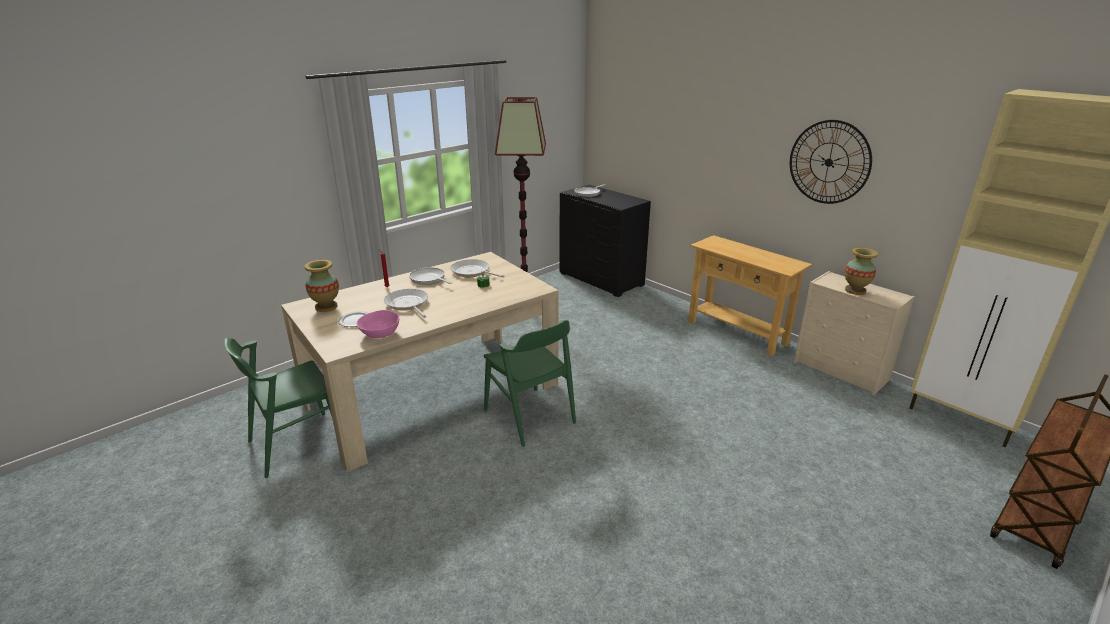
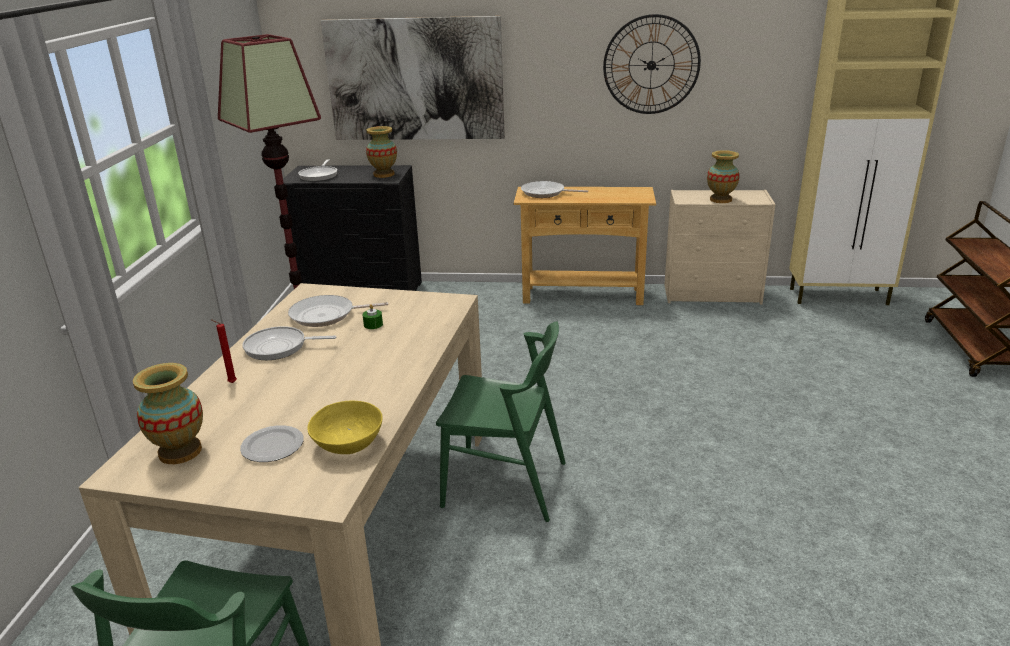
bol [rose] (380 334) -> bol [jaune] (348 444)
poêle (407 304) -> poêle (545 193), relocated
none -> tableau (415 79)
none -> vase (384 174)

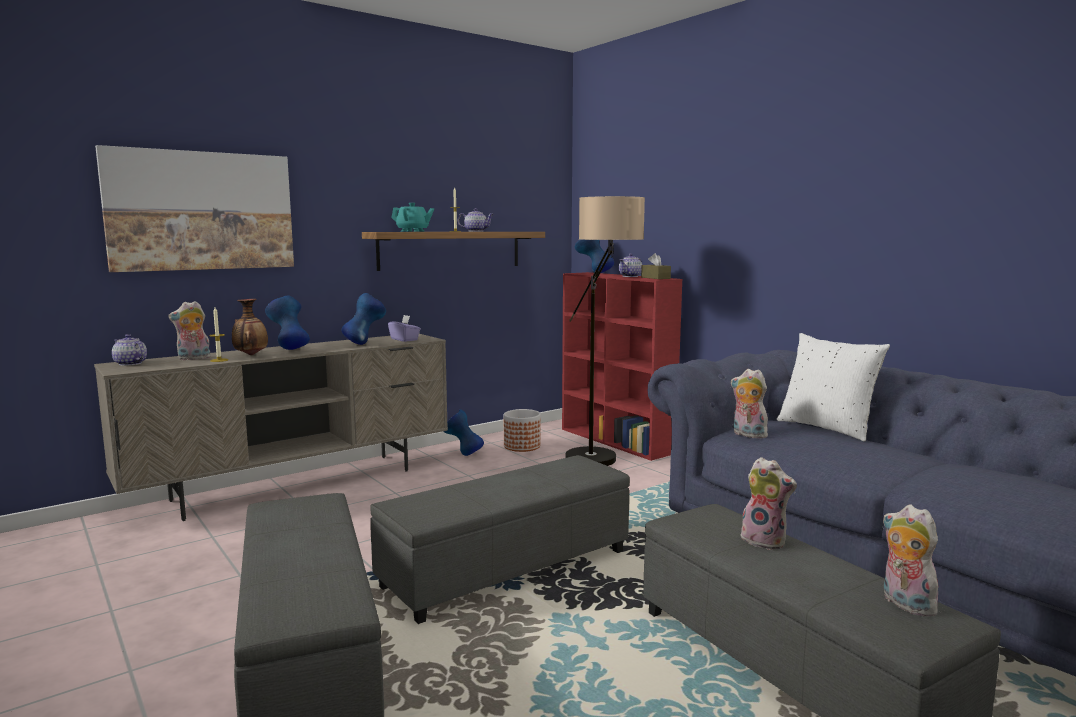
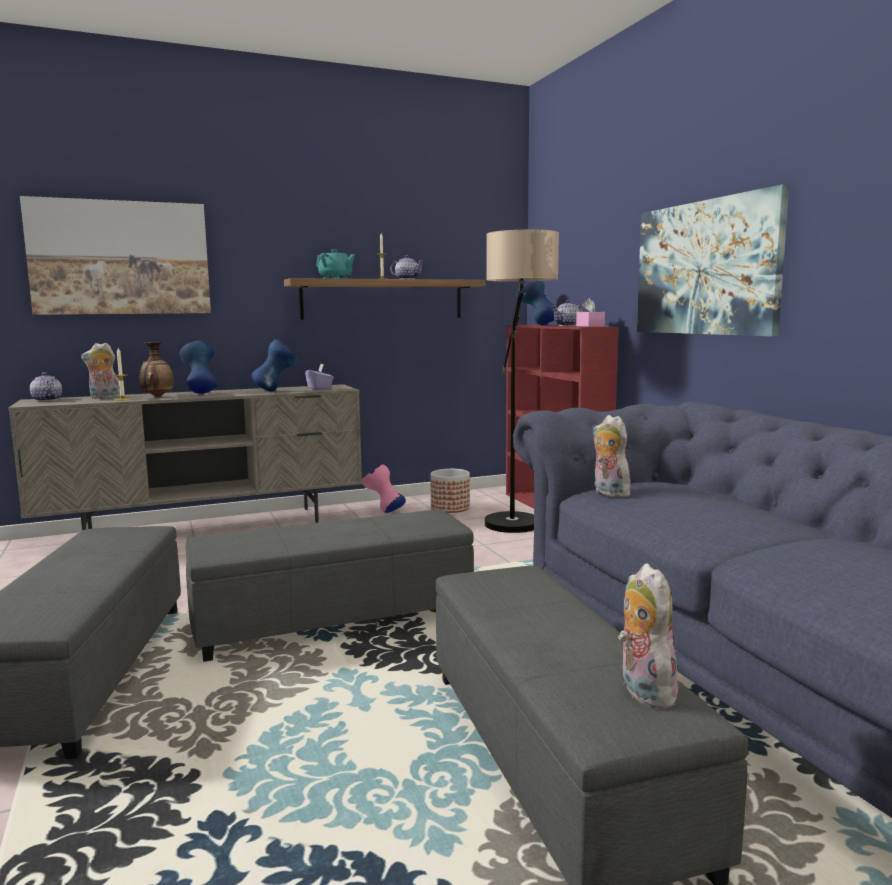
vase [bleu] (462 454) -> vase [rose] (383 511)
boîte à mouchoirs [marron] (655 278) -> boîte à mouchoirs [rose] (589 326)
peluche (765 541) -> none
coussin [blanc] (827 428) -> none
none -> tableau (705 268)

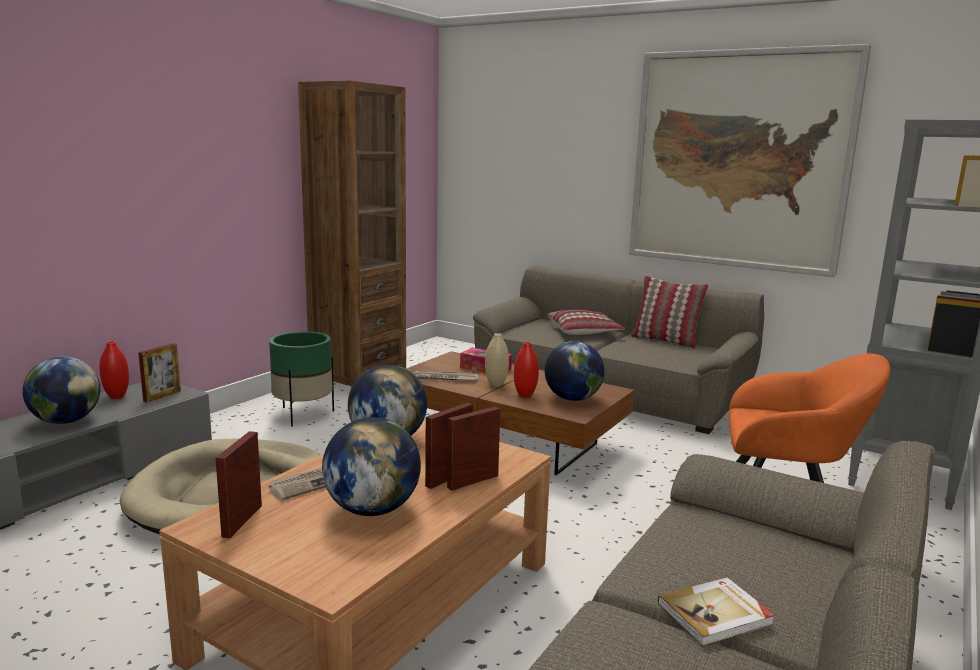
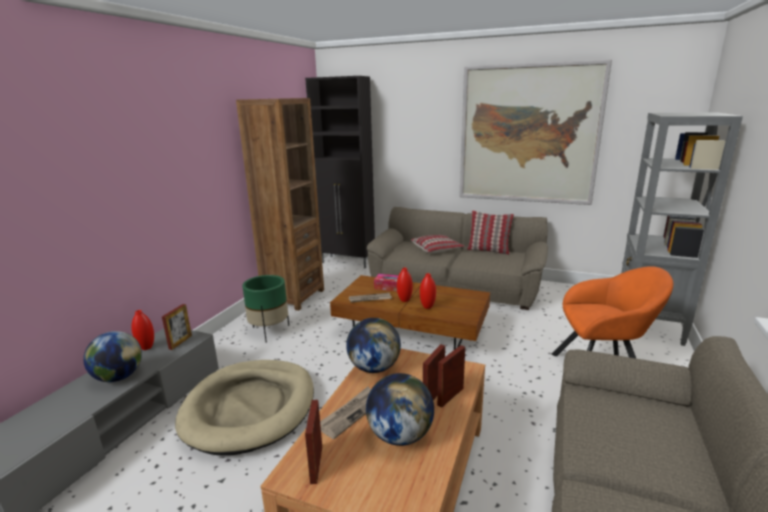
vase [beige] (496 385) -> vase [rouge] (404 300)
globe (572 399) -> none
livre (716 614) -> none
none -> meuble de rangement [noir] (348 262)

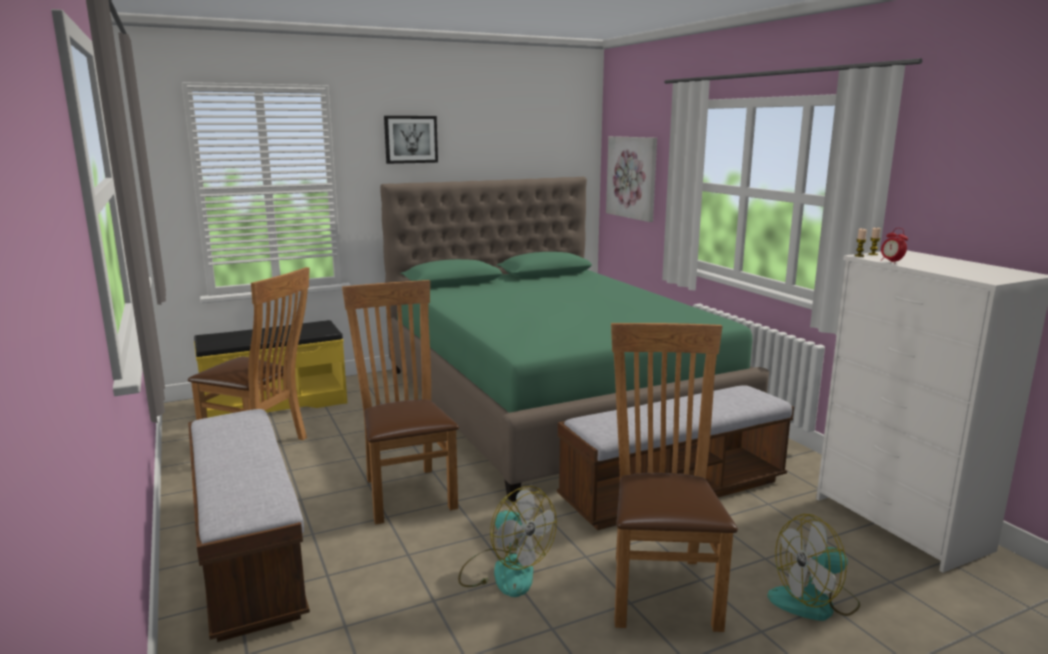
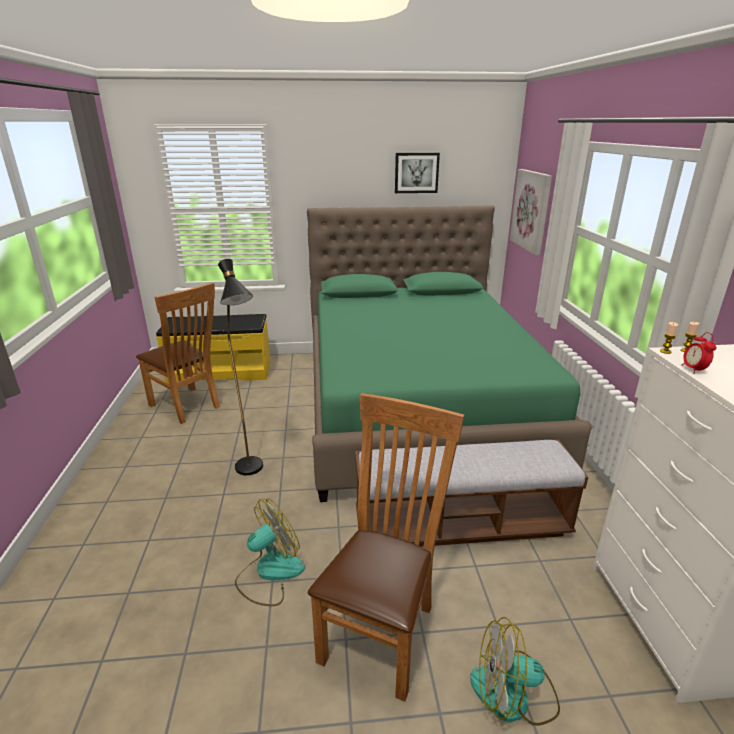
banc (247 553) -> none
chaise [marron] (406 491) -> lampadaire [noir] (252 472)
tableau (410 139) -> tableau (416 173), relocated
ventilateur (504 571) -> ventilateur (269 573), 105 degrees counterclockwise

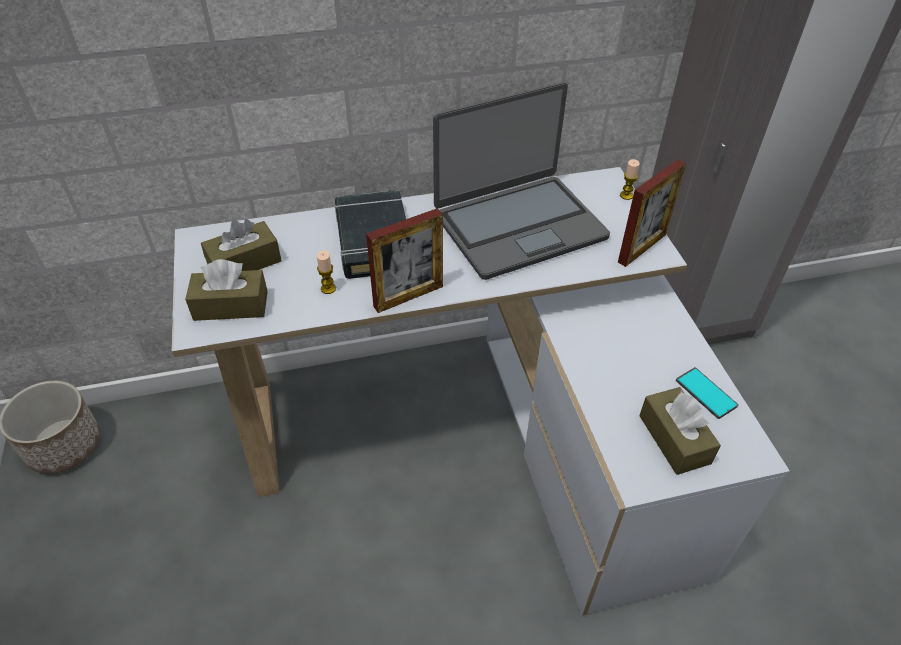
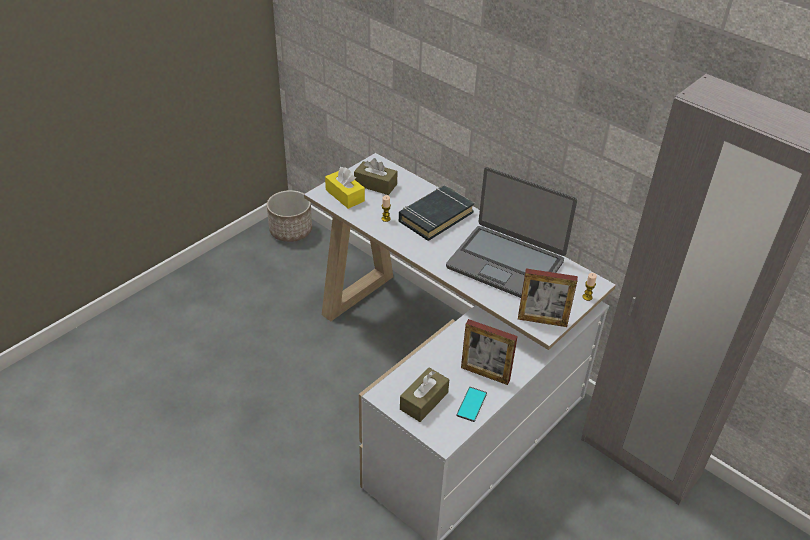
boîte à mouchoirs [marron] (231 306) -> boîte à mouchoirs [jaune] (345 195)
cadre photo (408 296) -> cadre photo (485 374), relocated

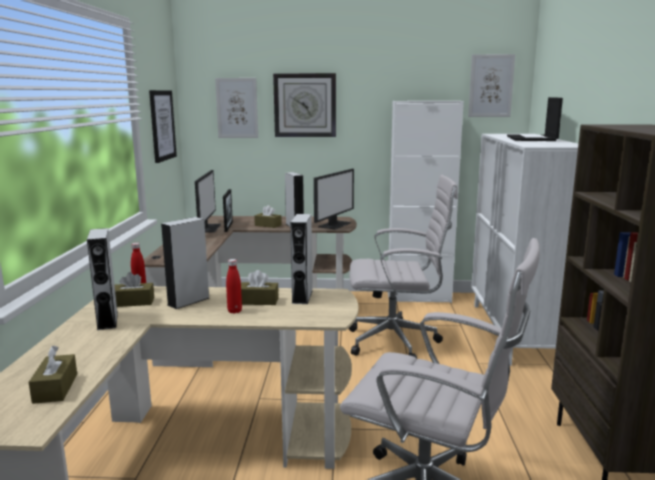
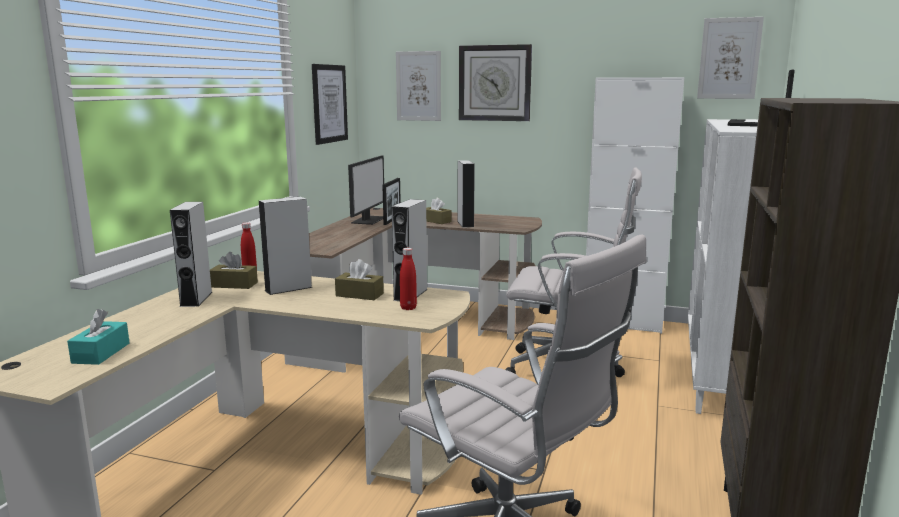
boîte à mouchoirs [marron] (55 388) -> boîte à mouchoirs [turquoise] (101 353)
bouteille [rouge] (234 311) -> bouteille [rouge] (408 308), relocated
écran d'ordinateur (334 224) -> none

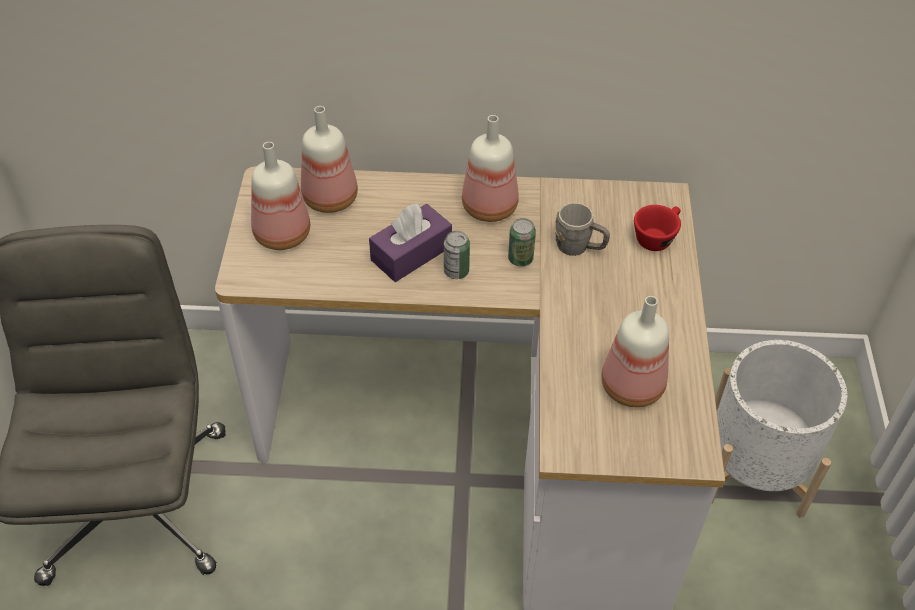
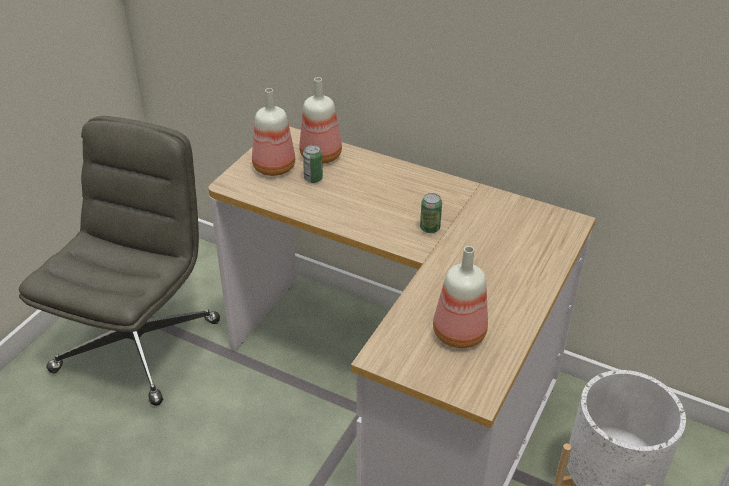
boîte à mouchoirs [violet] (411 253) -> none
boîte métallique (456 271) -> boîte métallique (313 178), relocated
bouteille (489 206) -> none
mug [gris] (579 247) -> none
tasse [rouge] (656 237) -> none

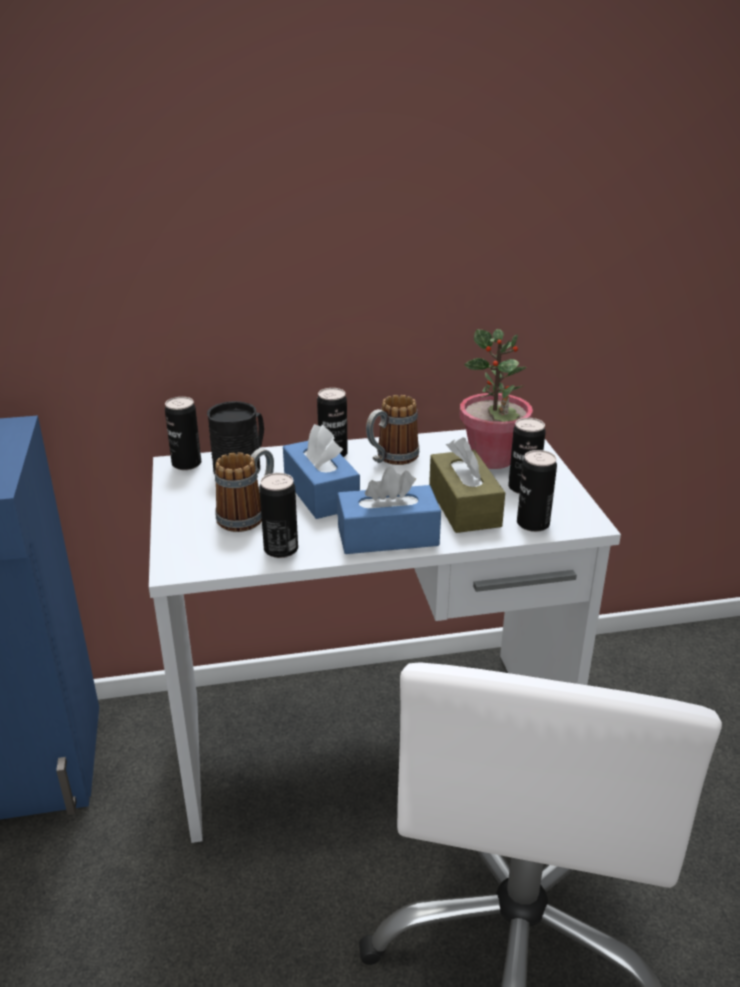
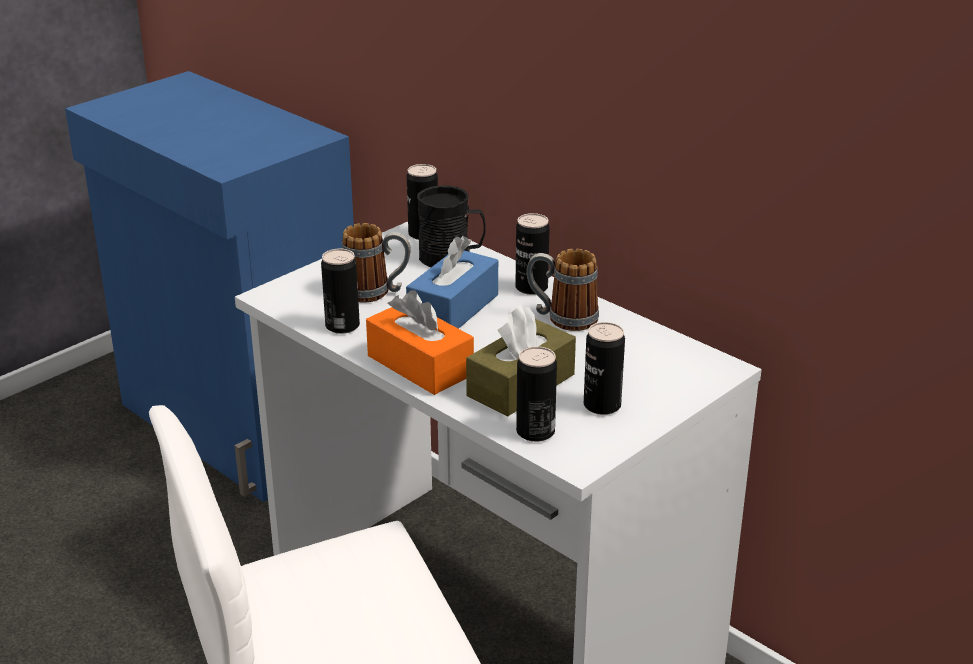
boîte à mouchoirs [bleu] (388 536) -> boîte à mouchoirs [orange] (420 365)
plante en pot (492 459) -> none

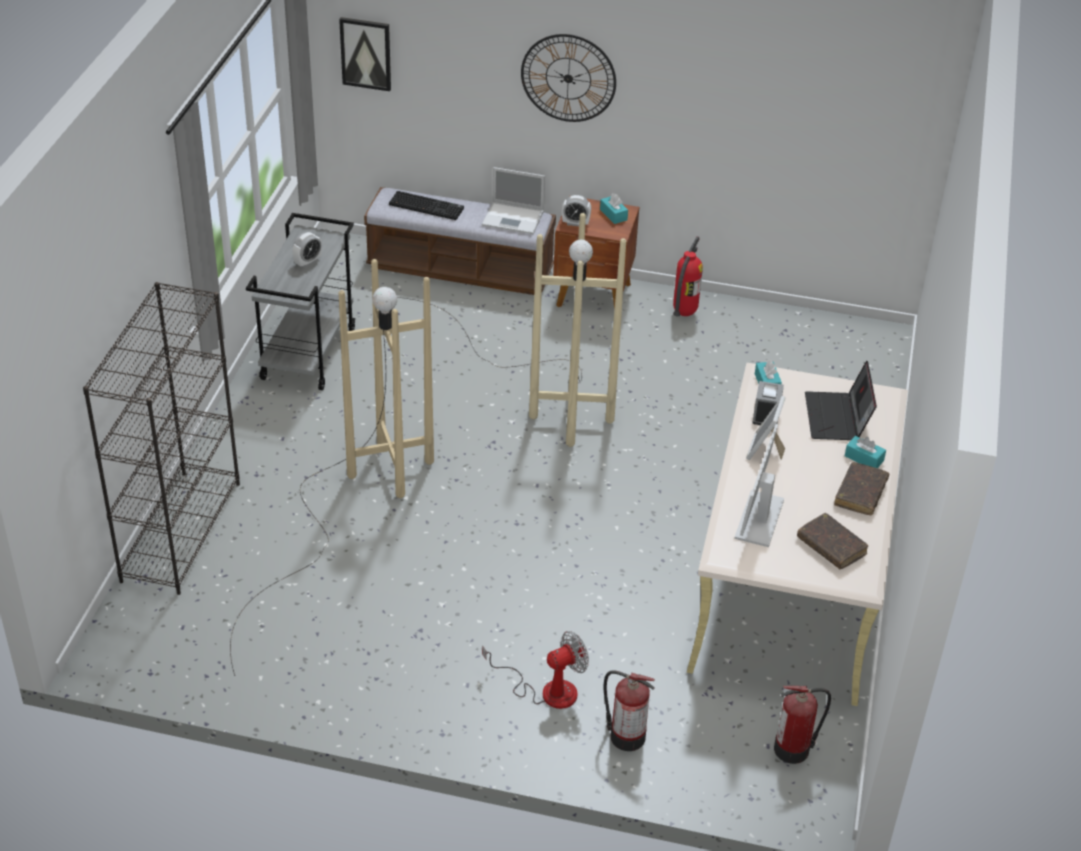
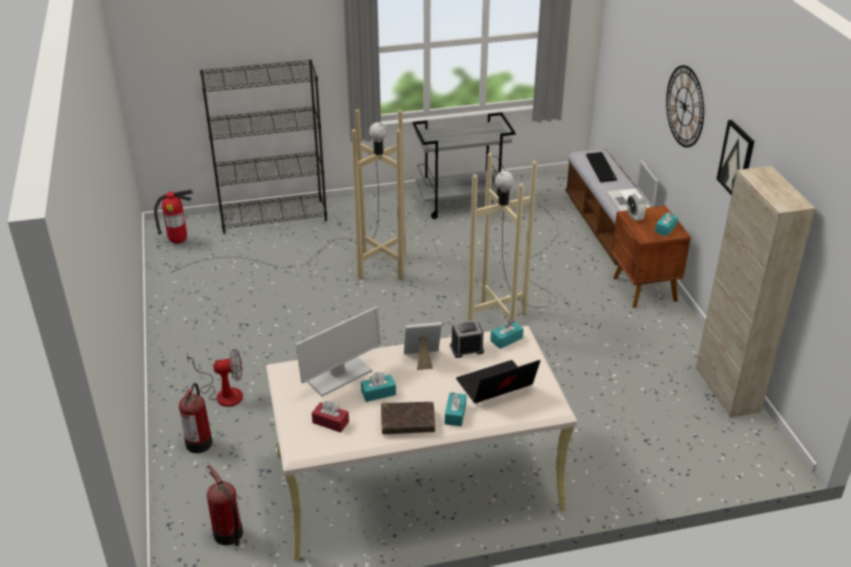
réveil (308 262) -> none
tableau (366 53) -> tableau (736 160), relocated
ventilateur (547 690) -> ventilateur (223 393), 45 degrees counterclockwise
extincteur (684 313) -> extincteur (178 241), relocated
écran d'ordinateur (759 518) -> écran d'ordinateur (338 376), 150 degrees clockwise
livre [marron] (831 547) -> boîte à mouchoirs [rouge] (330 422)
none -> boîte à mouchoirs [turquoise] (378 393)
none -> meuble de rangement [beige] (727 389)

